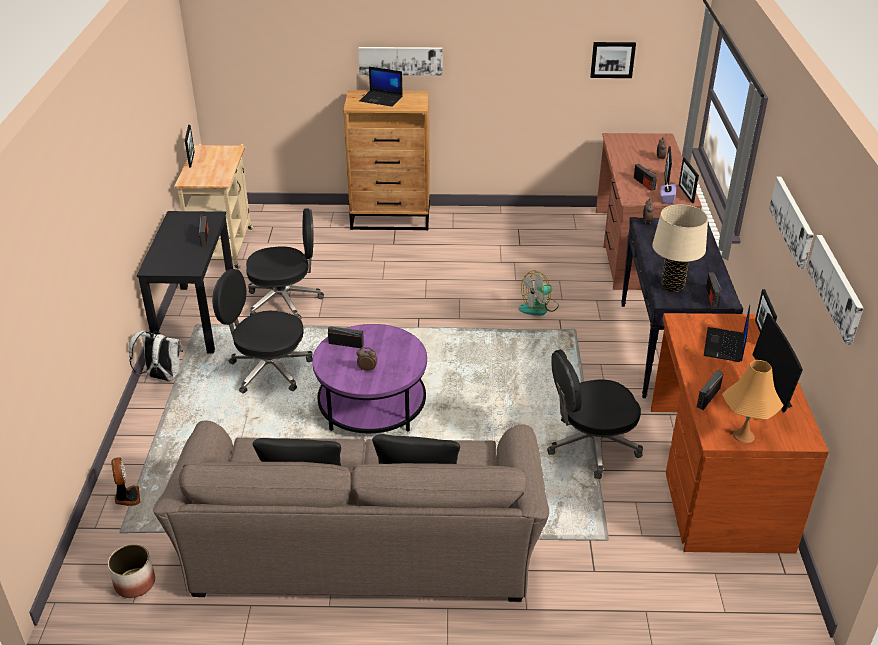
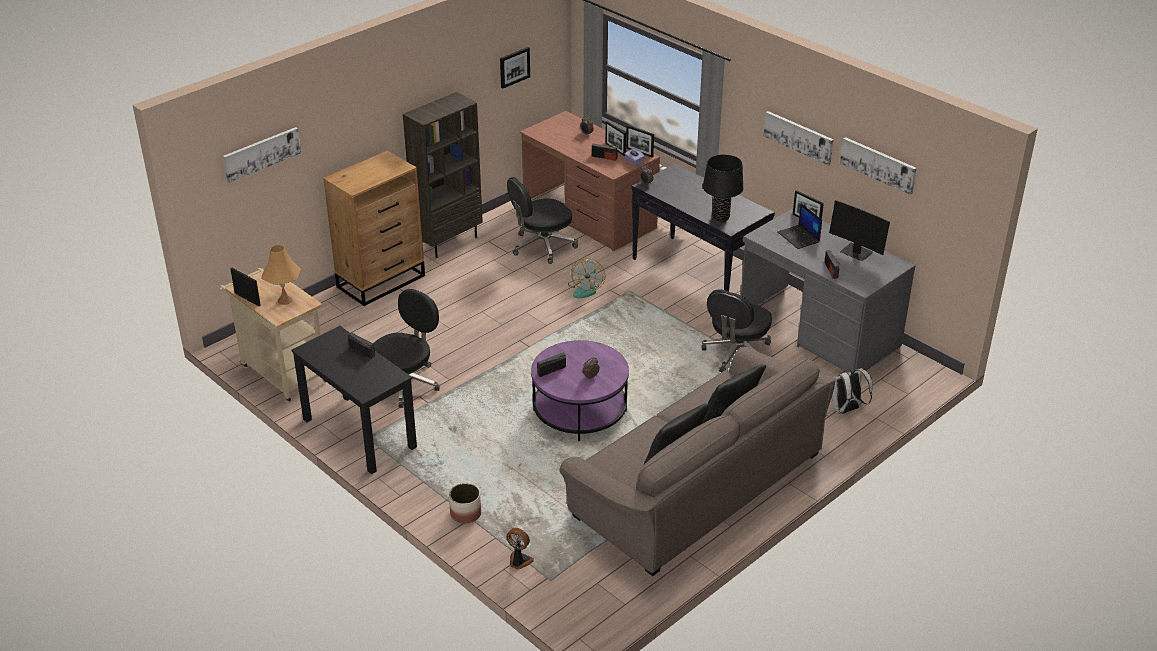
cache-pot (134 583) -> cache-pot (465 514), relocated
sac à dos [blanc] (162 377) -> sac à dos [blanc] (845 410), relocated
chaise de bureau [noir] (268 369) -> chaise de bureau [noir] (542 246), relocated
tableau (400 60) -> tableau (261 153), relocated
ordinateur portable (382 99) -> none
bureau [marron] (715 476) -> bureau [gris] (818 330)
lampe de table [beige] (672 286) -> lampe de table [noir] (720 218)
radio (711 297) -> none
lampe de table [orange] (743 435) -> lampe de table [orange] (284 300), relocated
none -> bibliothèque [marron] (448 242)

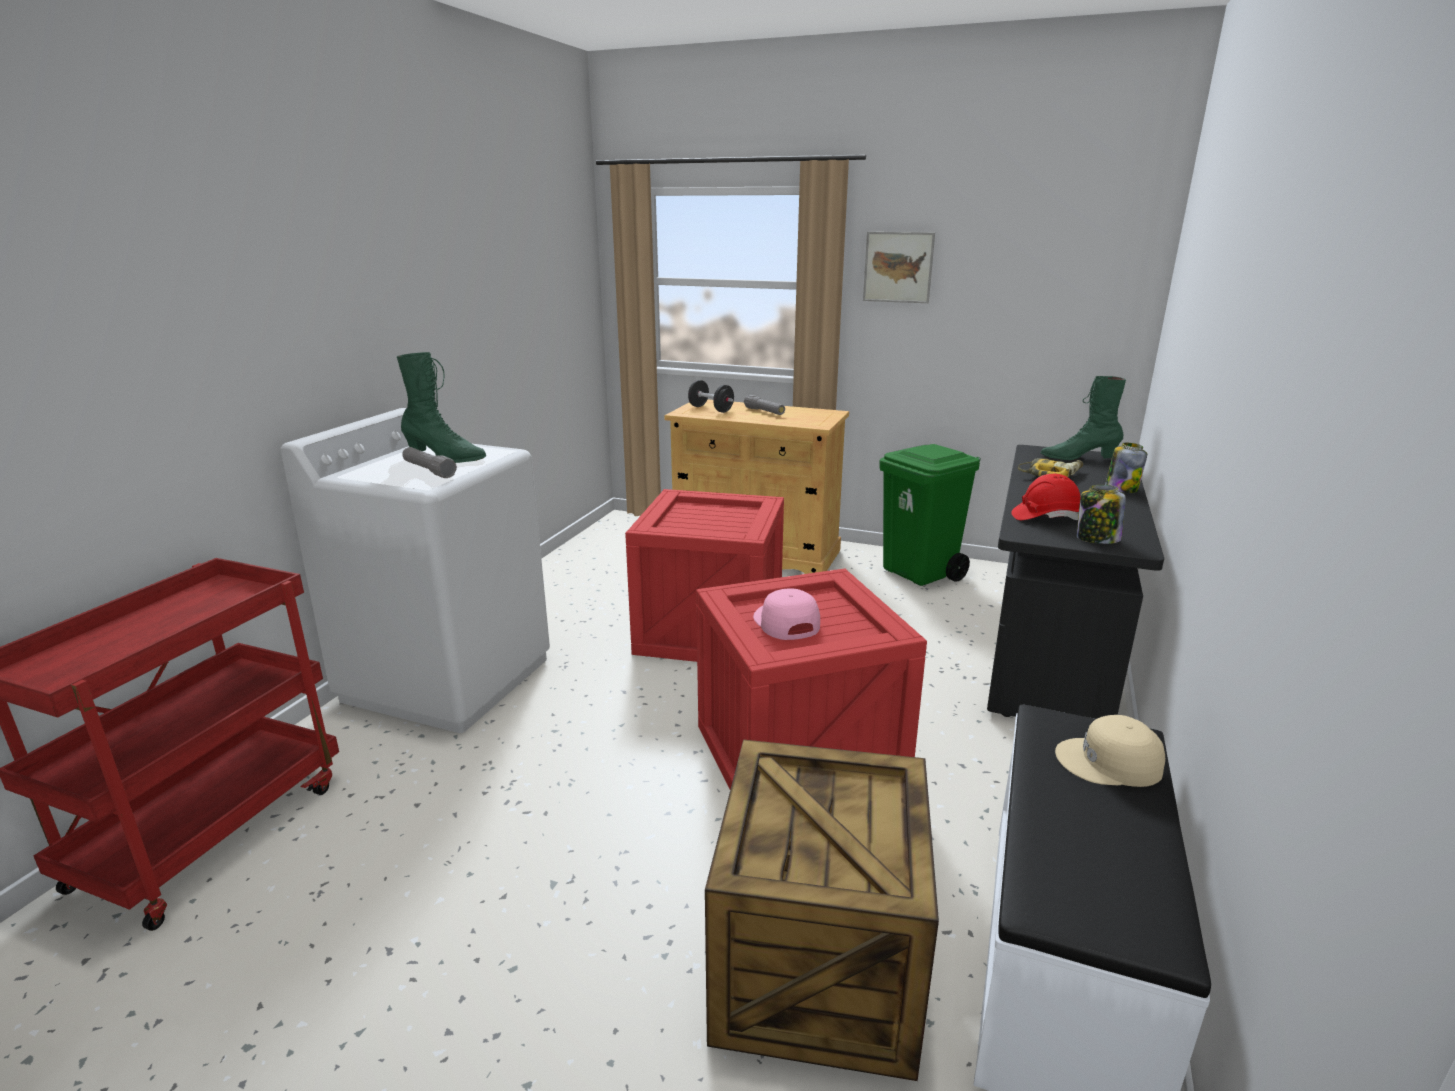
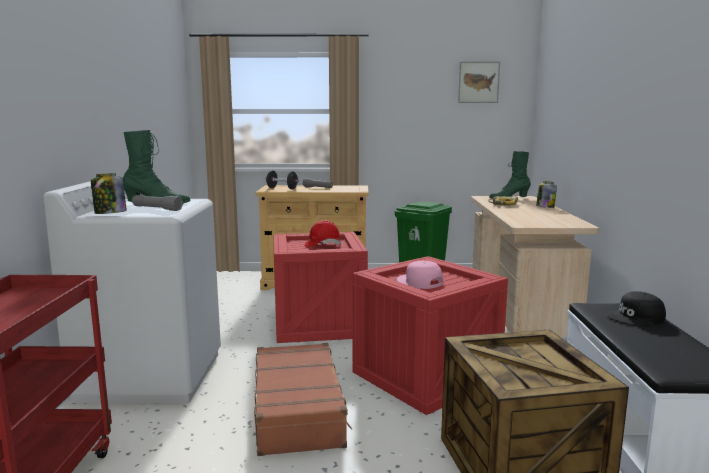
tableau (898 267) -> tableau (478 82), relocated
bureau [noir] (1050 646) -> bureau [beige] (519 305)
casque de chantier [rouge] (1045 517) -> casque de chantier [rouge] (322 245), relocated
casquette [beige] (1109 763) -> casquette [noir] (636 317)
bocal (1096 539) -> bocal (110 213), relocated
none -> valise [marron] (299 410)

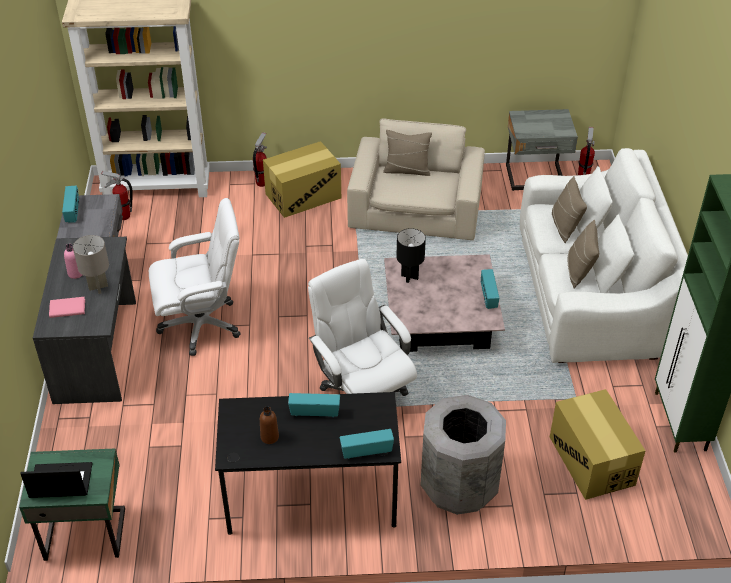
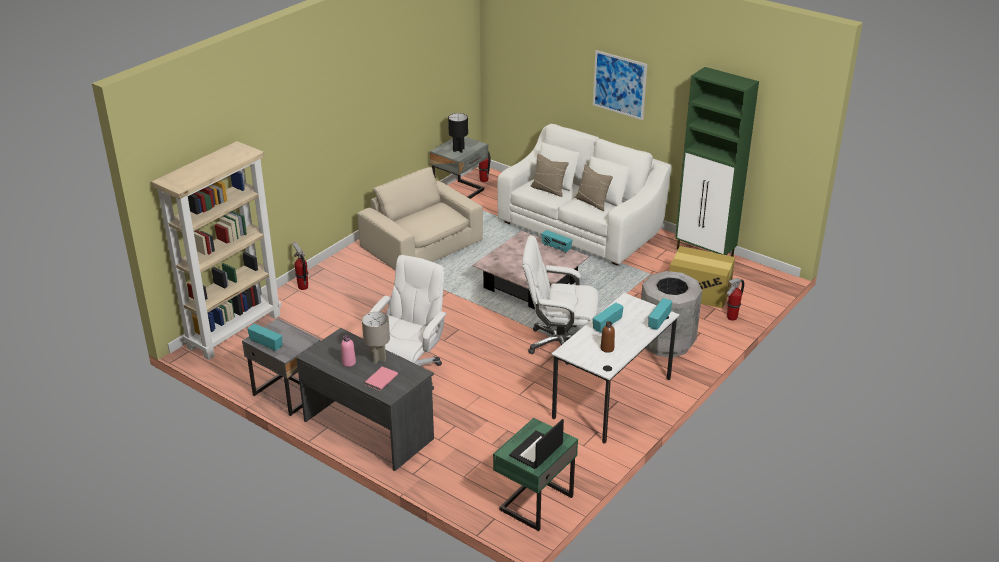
extincteur (124 216) -> extincteur (731 318), relocated
bureau [noir] (311 496) -> bureau [blanc] (612 398)
carton (303 196) -> none
coussin [beige] (407 170) -> none
lampe de table [noir] (410 277) -> lampe de table [noir] (459 150), relocated
none -> tableau (619 84)

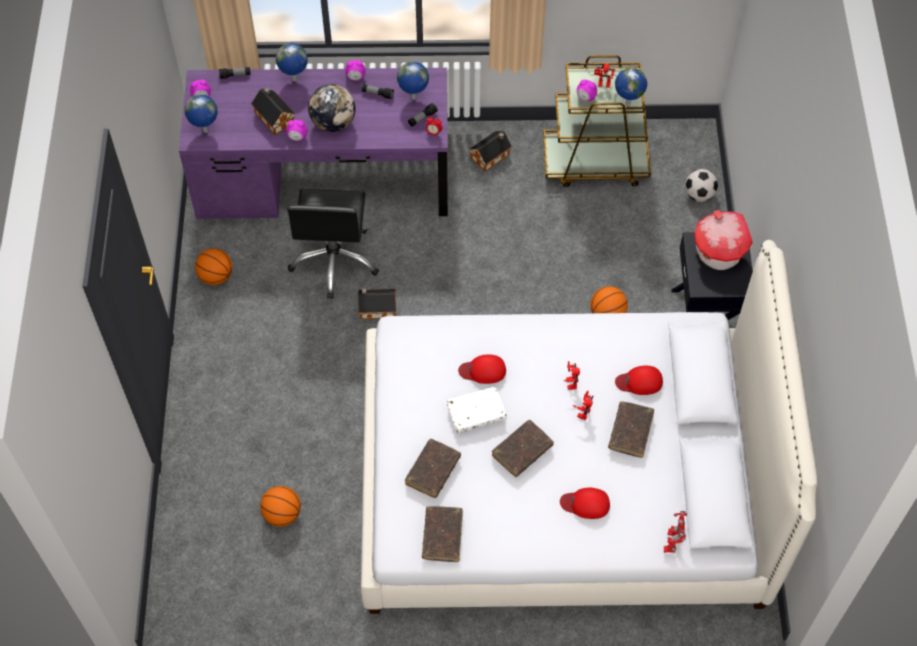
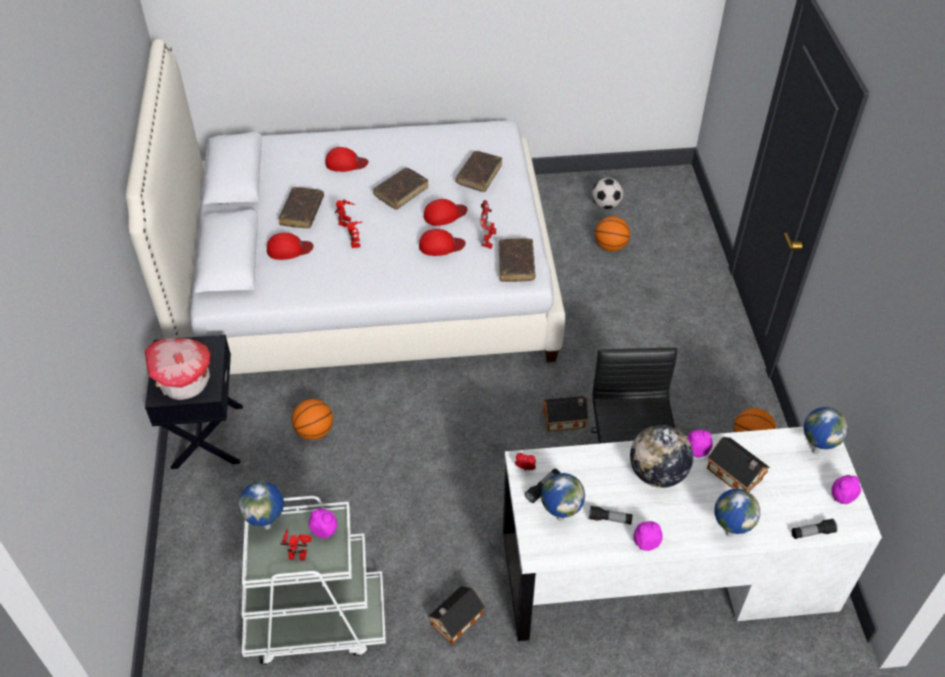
bureau [violet] (324 179) -> bureau [blanc] (666 570)
livre [marron] (442 536) -> livre [marron] (516 264), relocated
livre [blanc] (476 413) -> casquette [rouge] (444 214)
chariot [marron] (595 162) -> chariot [blanc] (315 622)
robot jouet (672 541) -> robot jouet (488 241), relocated
ballon de foot (699 194) -> ballon de foot (606 205), relocated

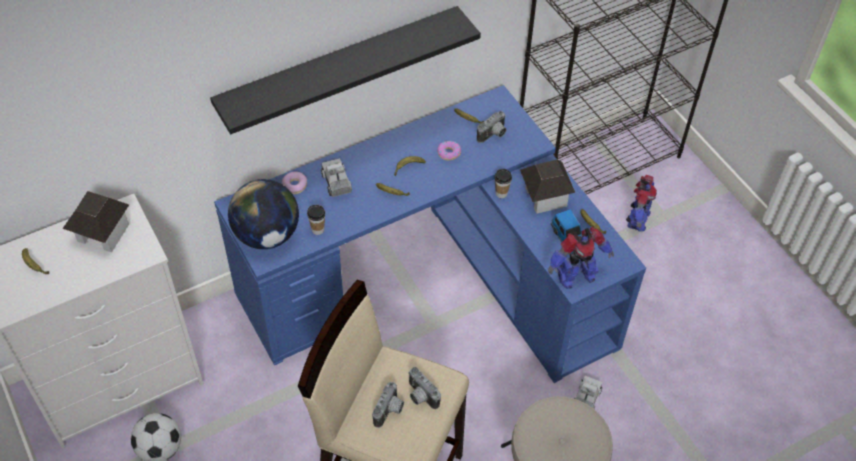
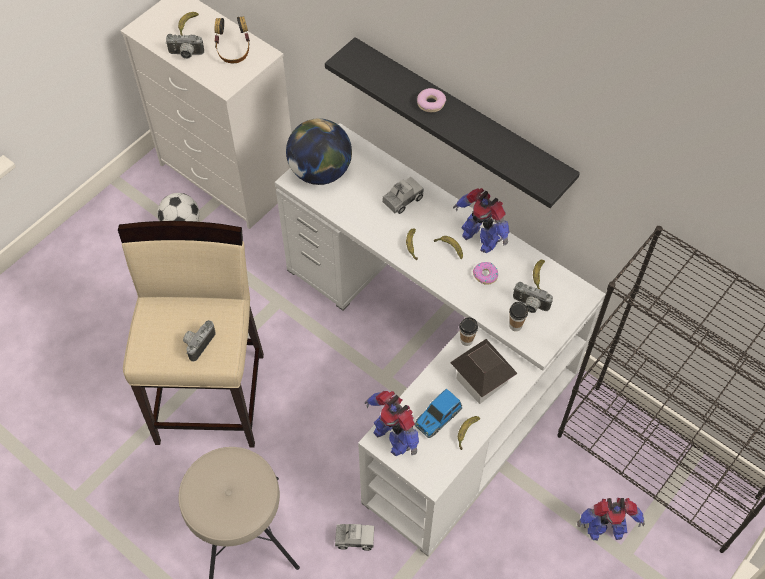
maison miniature (102 233) -> casque audio (234 51)
bureau [bleu] (437 280) -> bureau [blanc] (432 363)
beignet (294 185) -> beignet (431 103), relocated
tasse (318 230) -> tasse (515 325), relocated
appareil photo (390 411) -> appareil photo (186 55), relocated
none -> robot jouet (480 238)

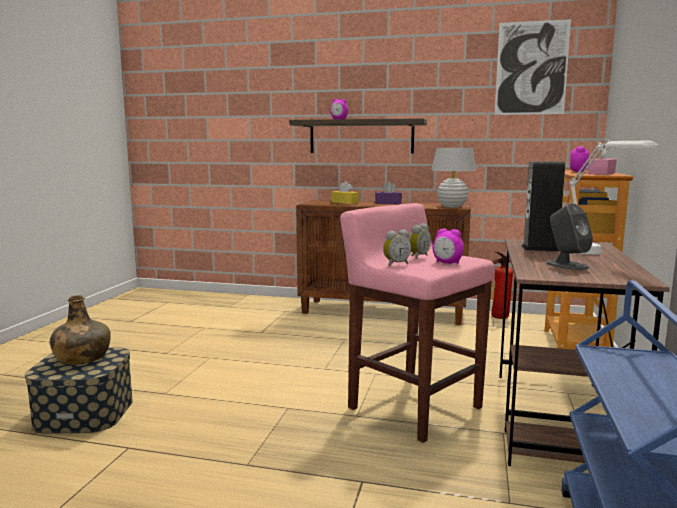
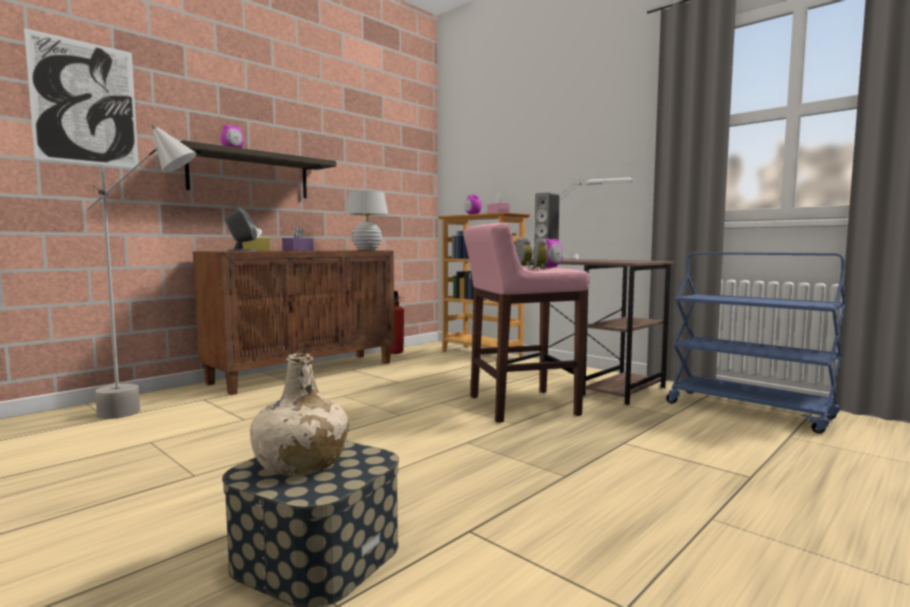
bouteille [vert] (82 358) -> bouteille [beige] (300 463)
tableau (531 68) -> tableau (85 103), relocated
enceinte [gris] (566 265) -> enceinte [gris] (241 251), relocated
none -> lampadaire [gris] (153 410)

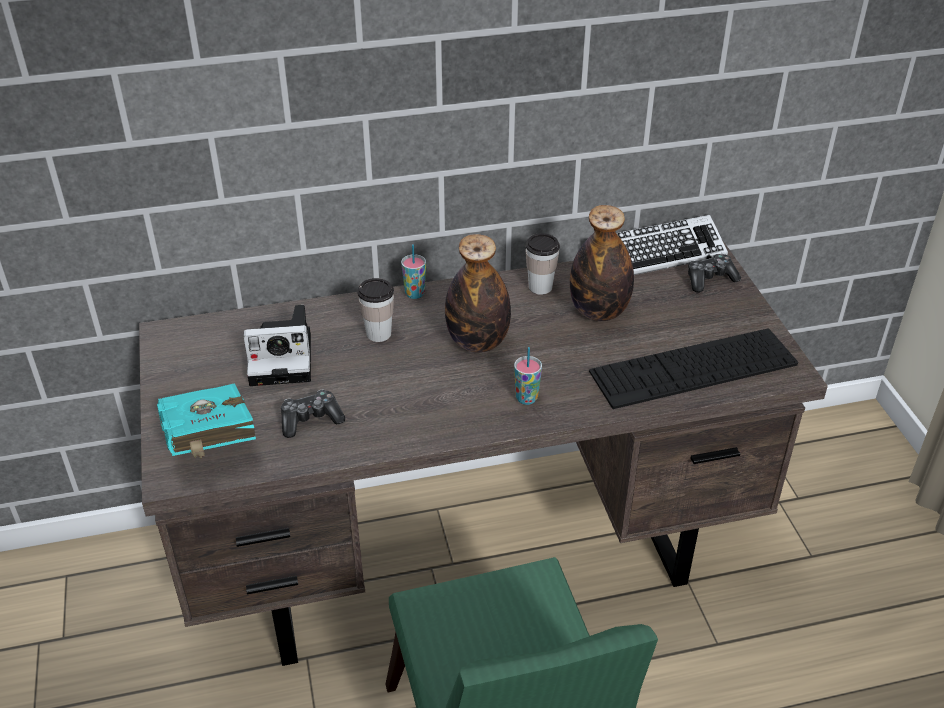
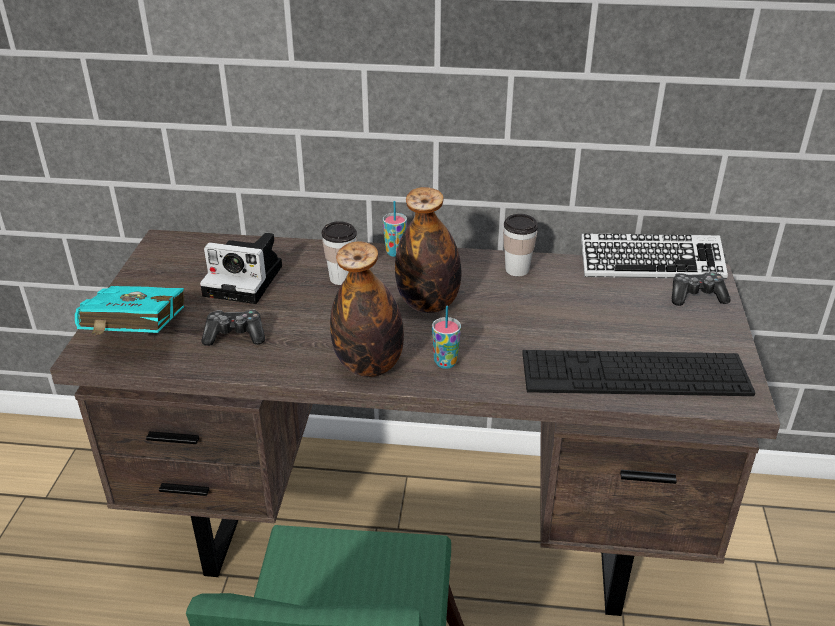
bouteille (598 312) -> bouteille (369 366), relocated

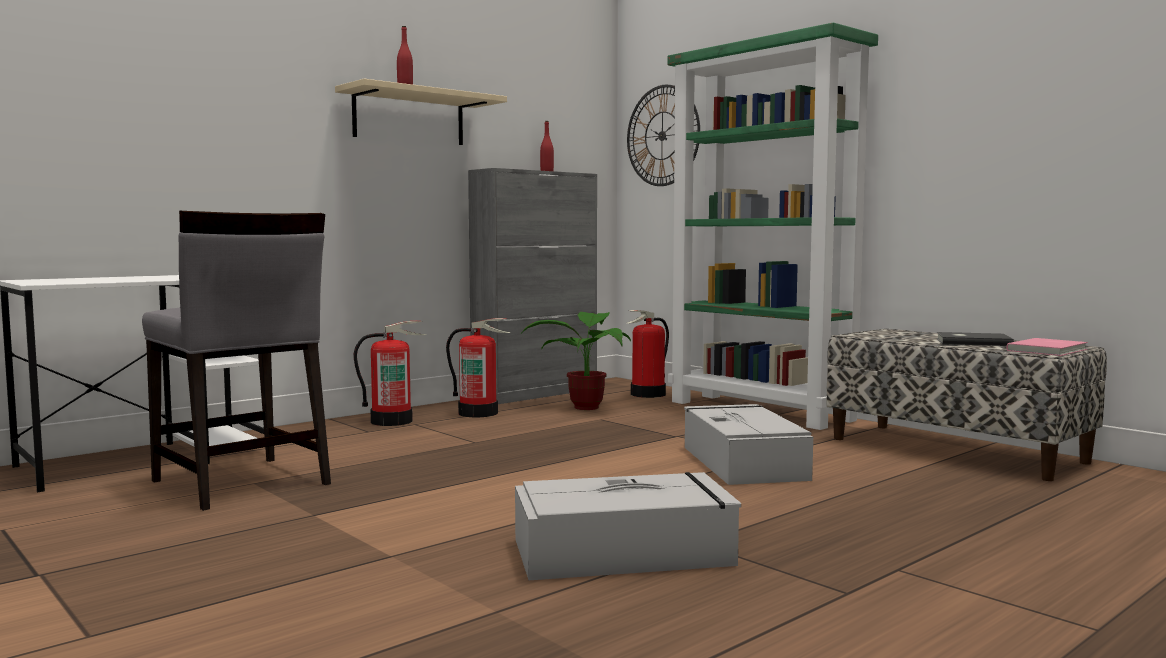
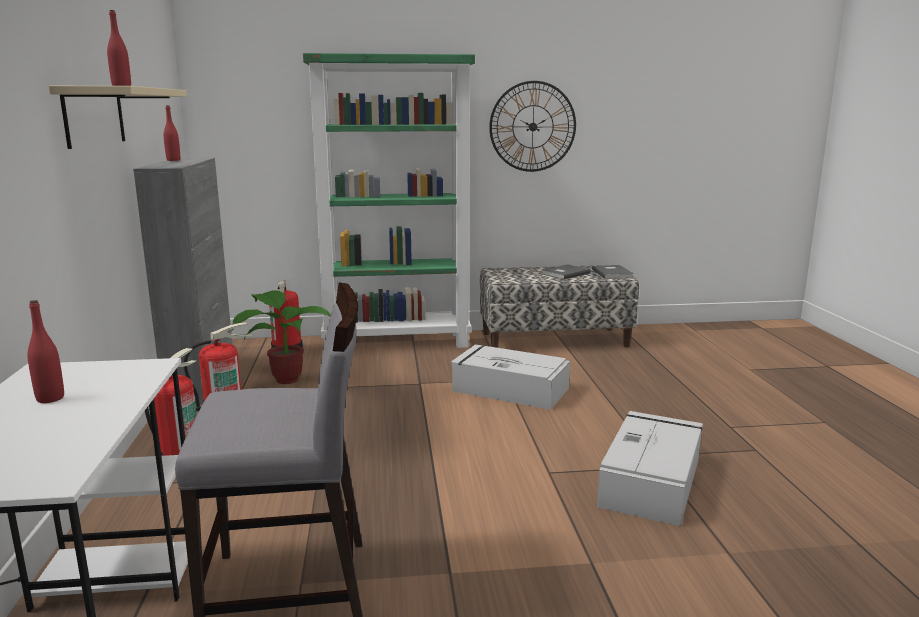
horloge murale (662 135) -> horloge murale (532 126), relocated
livre [rose] (1049 350) -> livre [gris] (613 273)
none -> bouteille [rouge] (50 398)

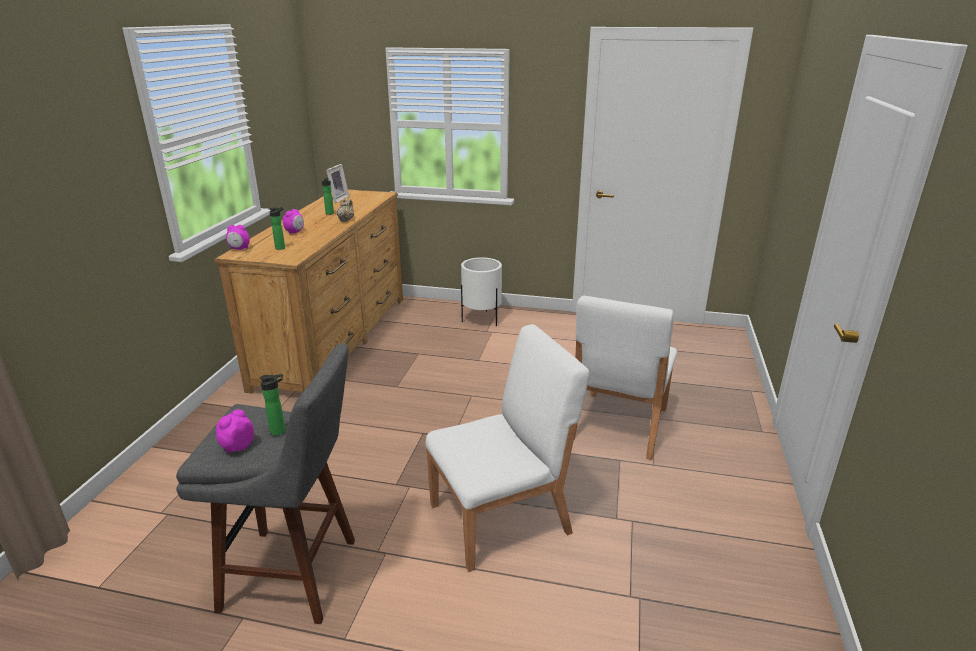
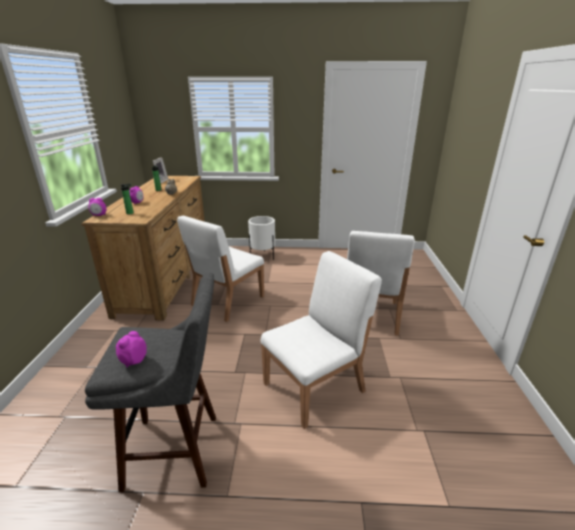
bouteille (280 431) -> none
none -> chaise [blanc] (227 301)

